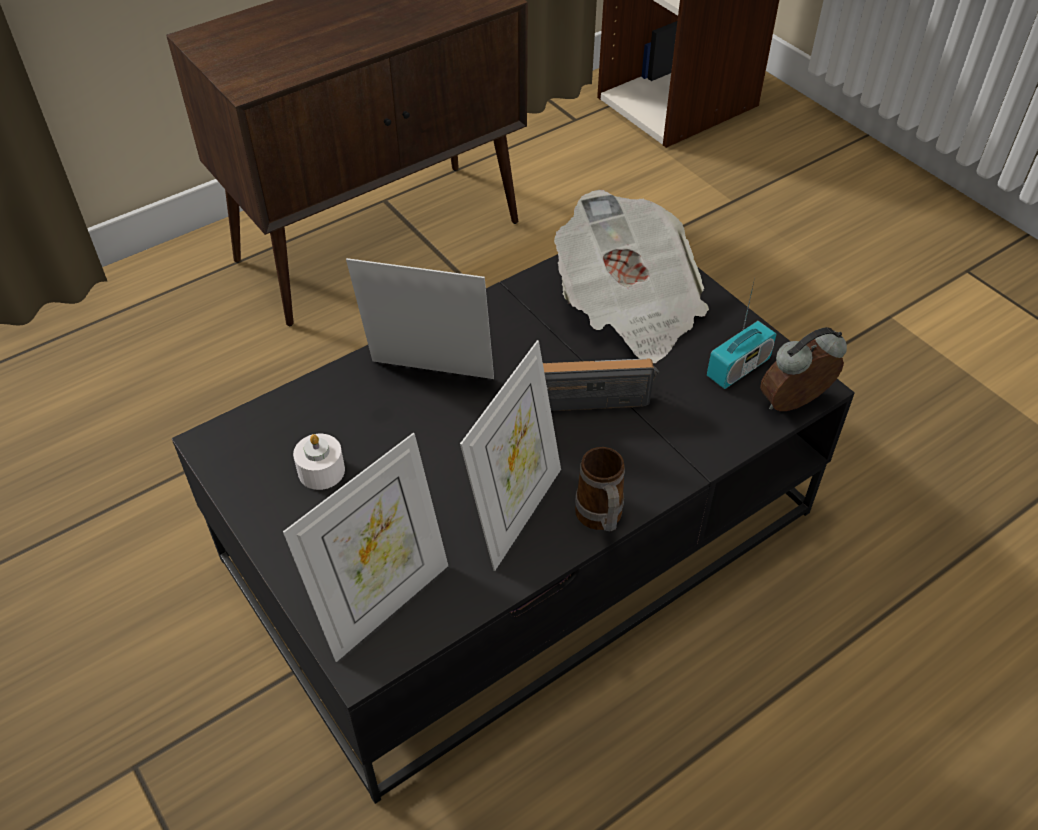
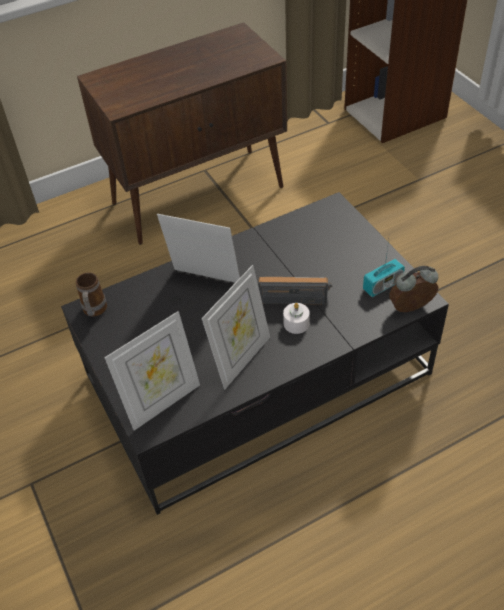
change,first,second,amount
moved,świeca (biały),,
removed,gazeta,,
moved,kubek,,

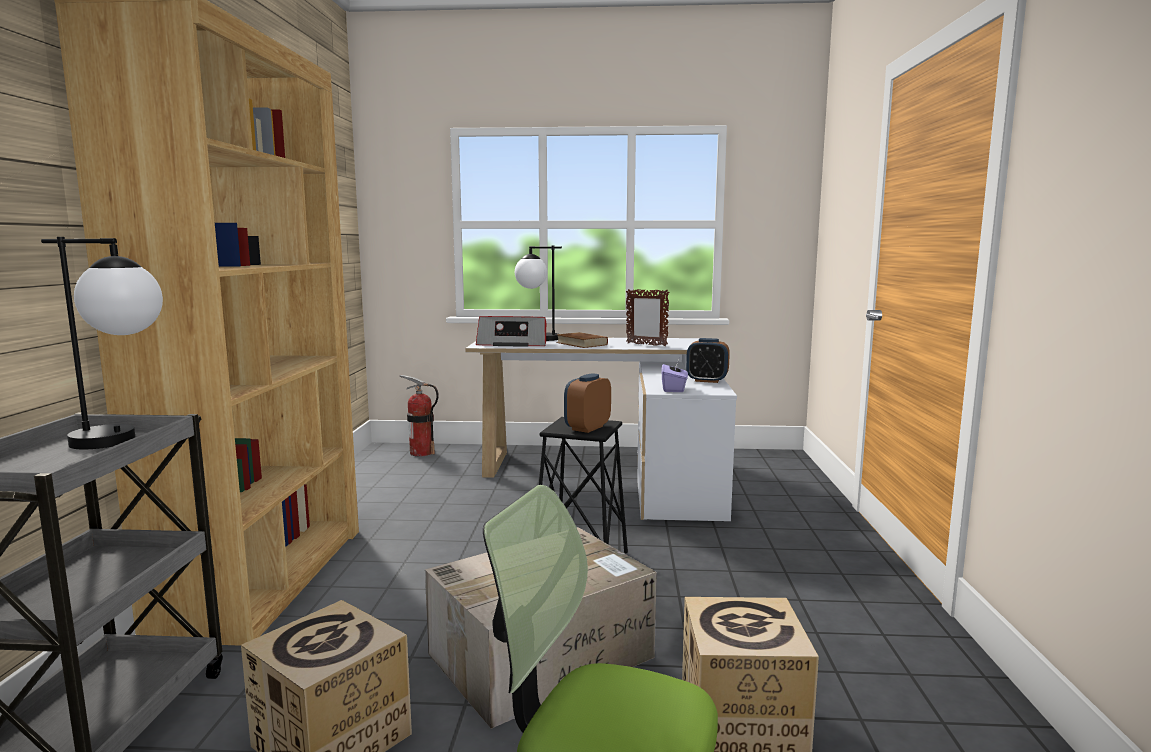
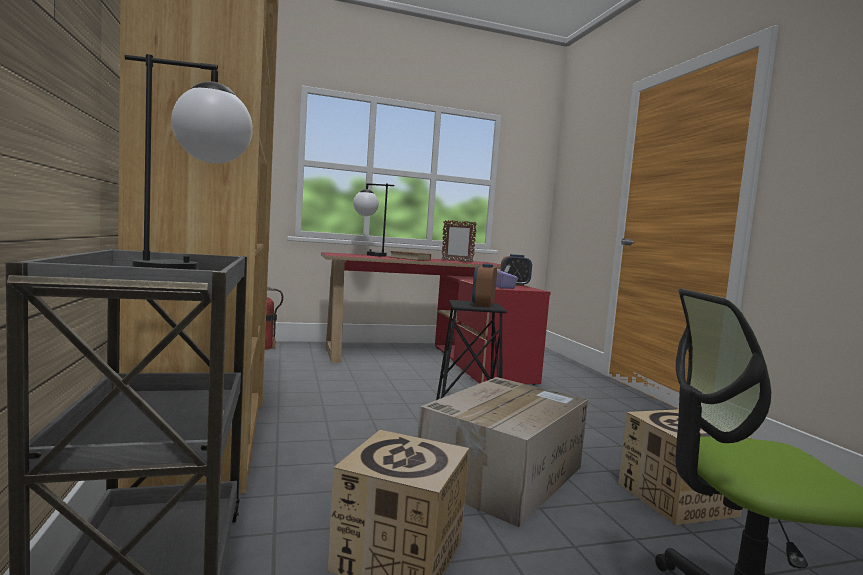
change,first,second,amount
recoloured,biurko (biały),biurko (czerwony),
removed,radio,,

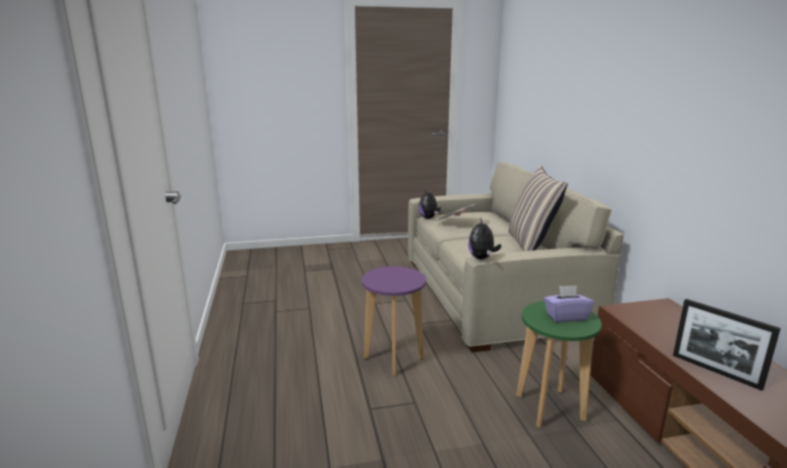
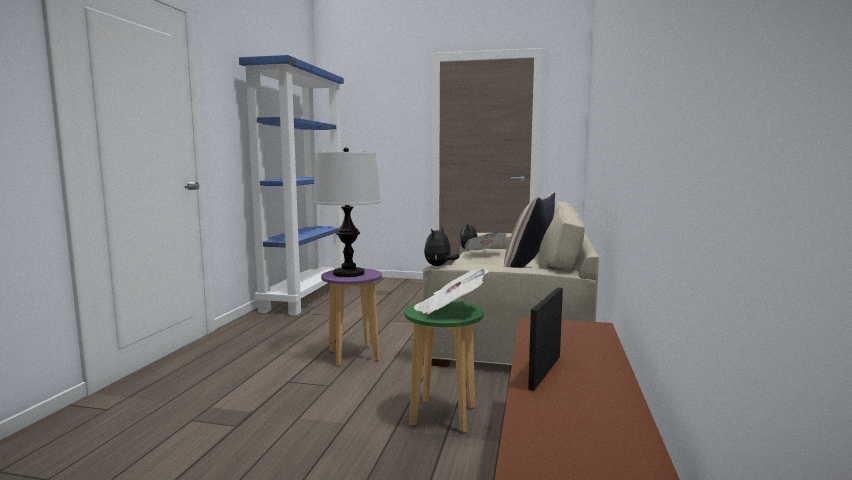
change,first,second,amount
replaced,pudełko chusteczek (fioletowy),gazeta (1st from left),
turned,ramka na zdjęcie,,45 degrees clockwise
added,,regał (niebieski),
added,,lampa stołowa,

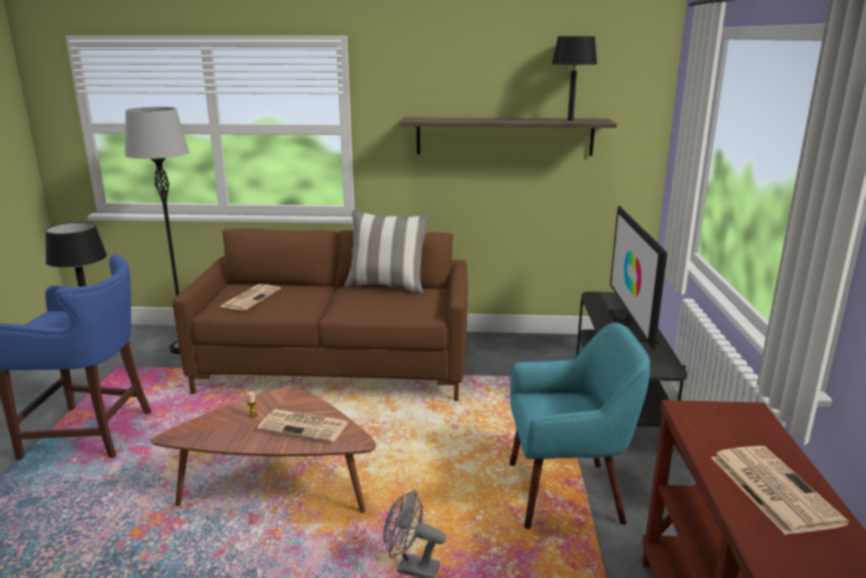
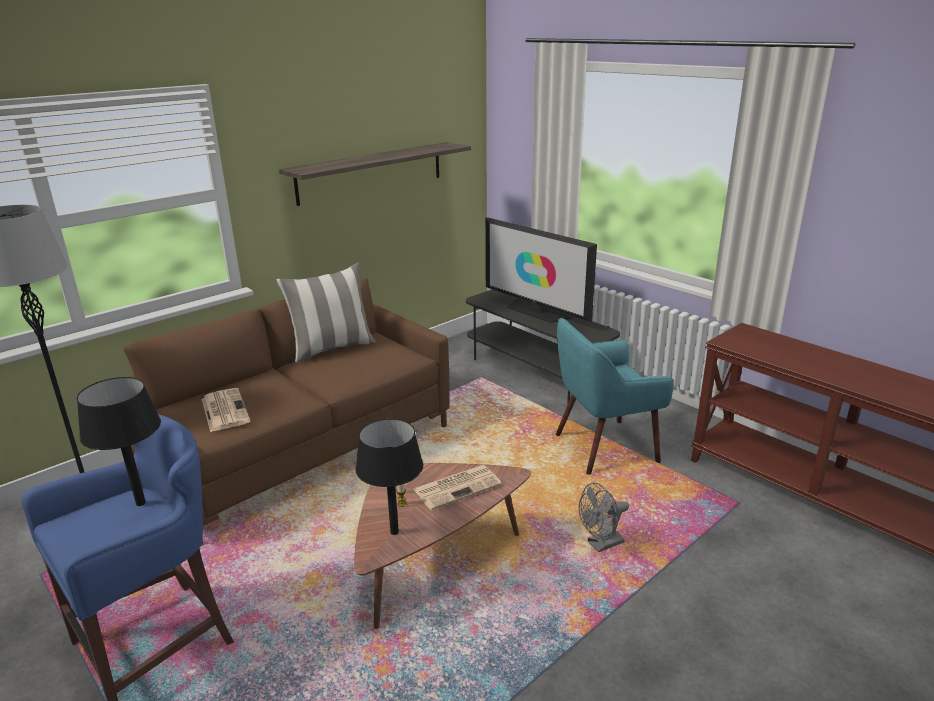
change,first,second,amount
turned,fotel (turkusowy),,150 degrees counterclockwise
moved,lampa stołowa (czarny) (2nd from left),,
removed,gazeta (3rd from left),,

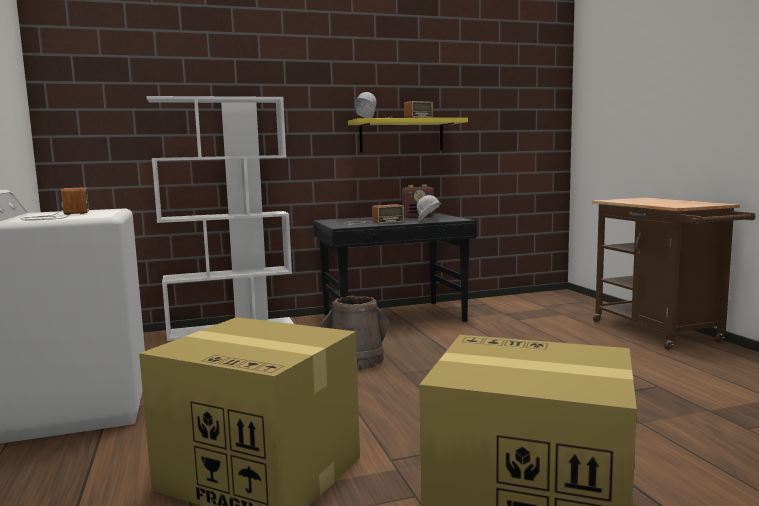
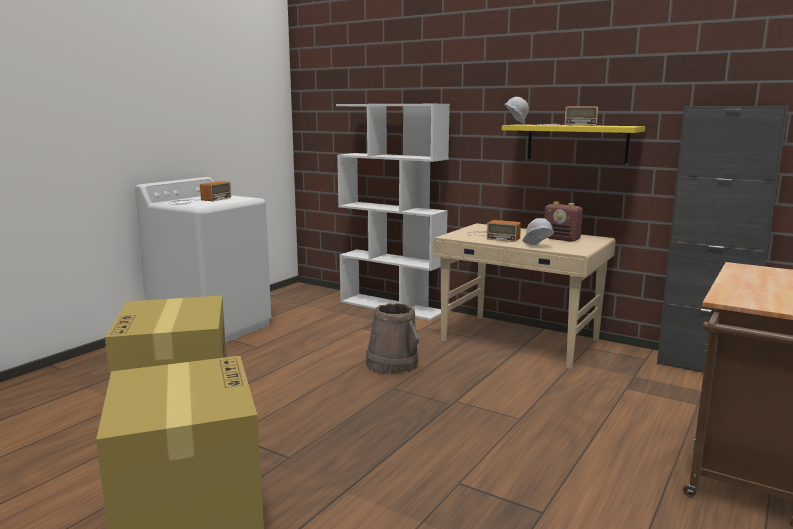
change,first,second,amount
recoloured,biurko (czarny),biurko (beżowy),
added,,szafka (czarny),

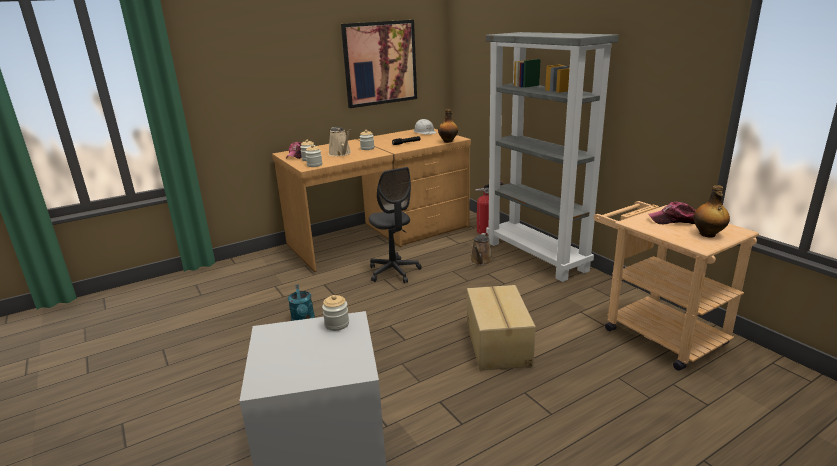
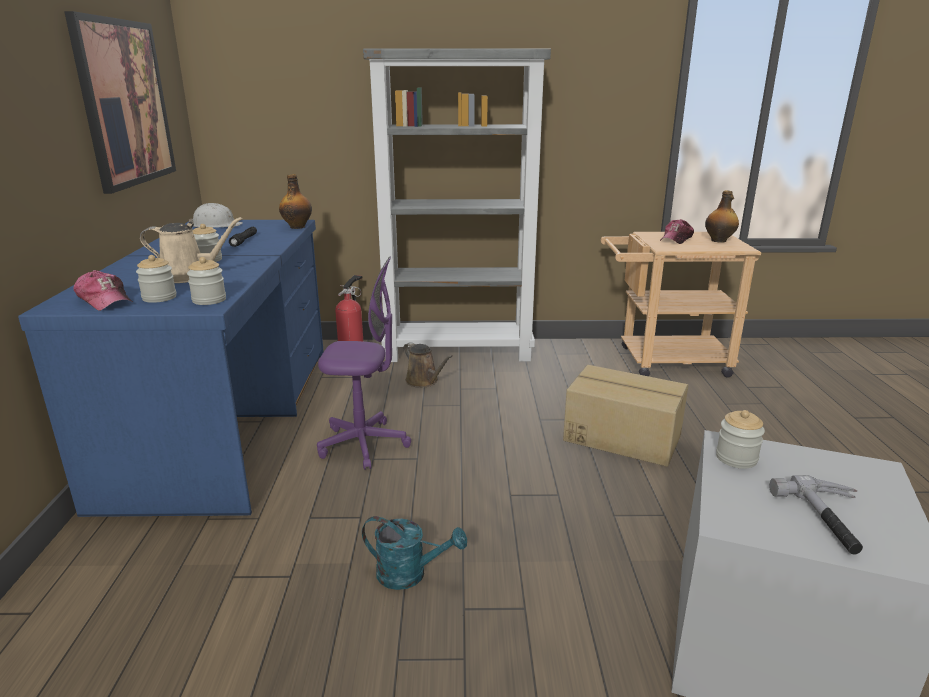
change,first,second,amount
recoloured,biurko (brązowy),biurko (niebieski),
recoloured,krzesło biurowe (szary),krzesło biurowe (fioletowy),
added,,młotek,

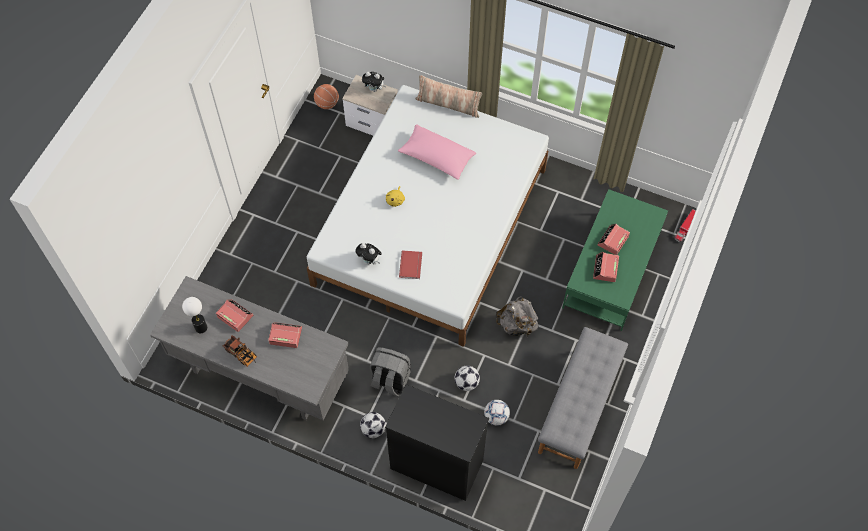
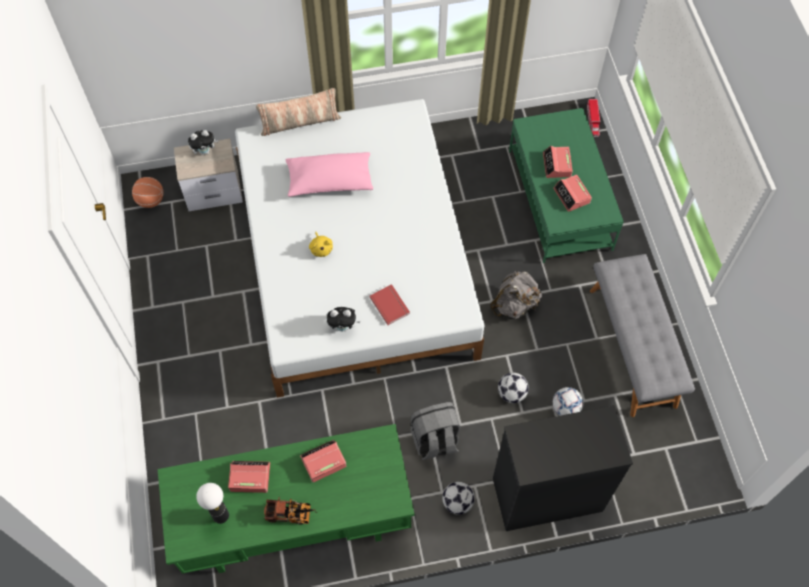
change,first,second,amount
recoloured,biurko (szary),biurko (zielony),

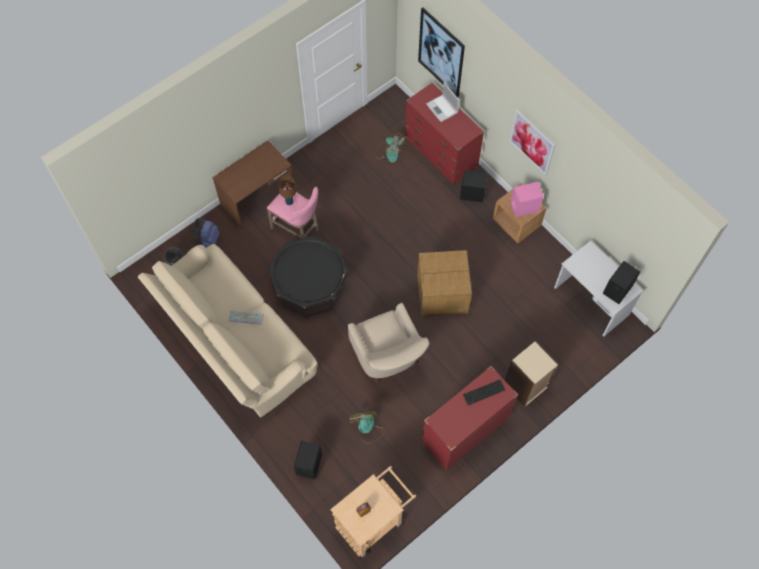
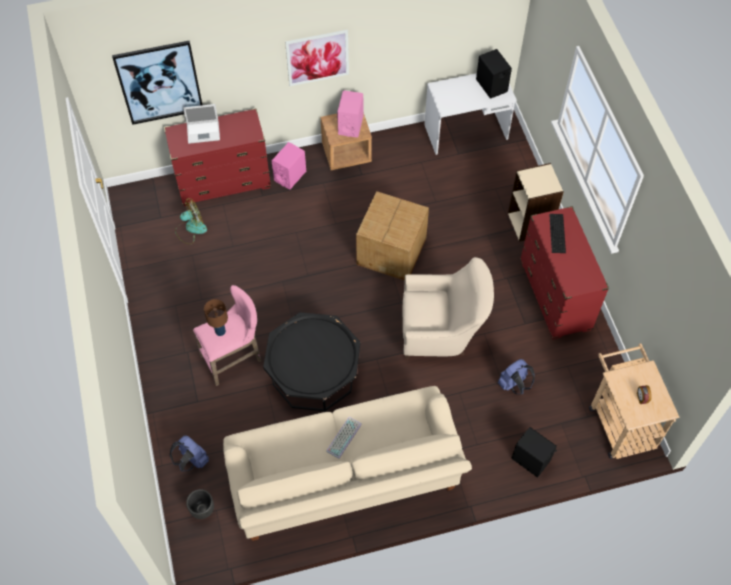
change,first,second,amount
removed,biurko (brązowy),,
replaced,wentylator (1st from left),plecak (niebieski) (2nd from left),
recoloured,głośnik (czarny) (2nd from left),głośnik (różowy) (1st from left),

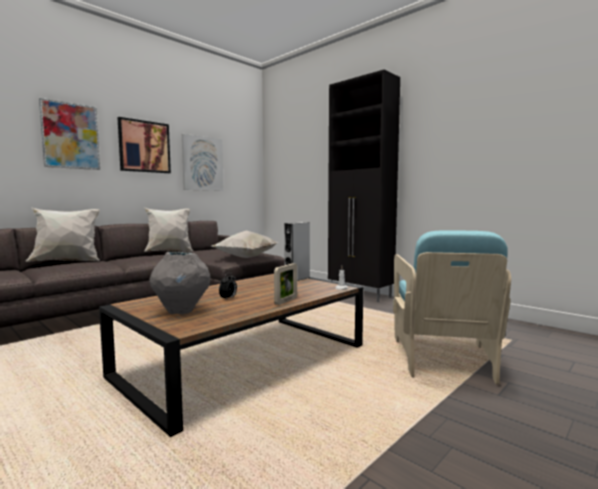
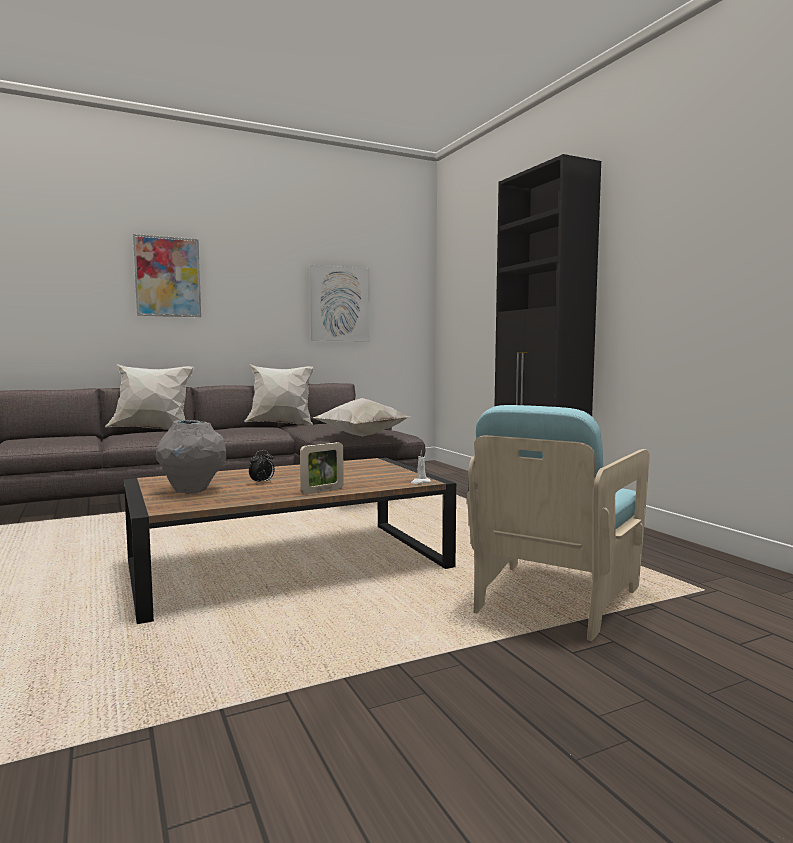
change,first,second,amount
removed,obraz (2nd from left),,
removed,głośnik (szary),,

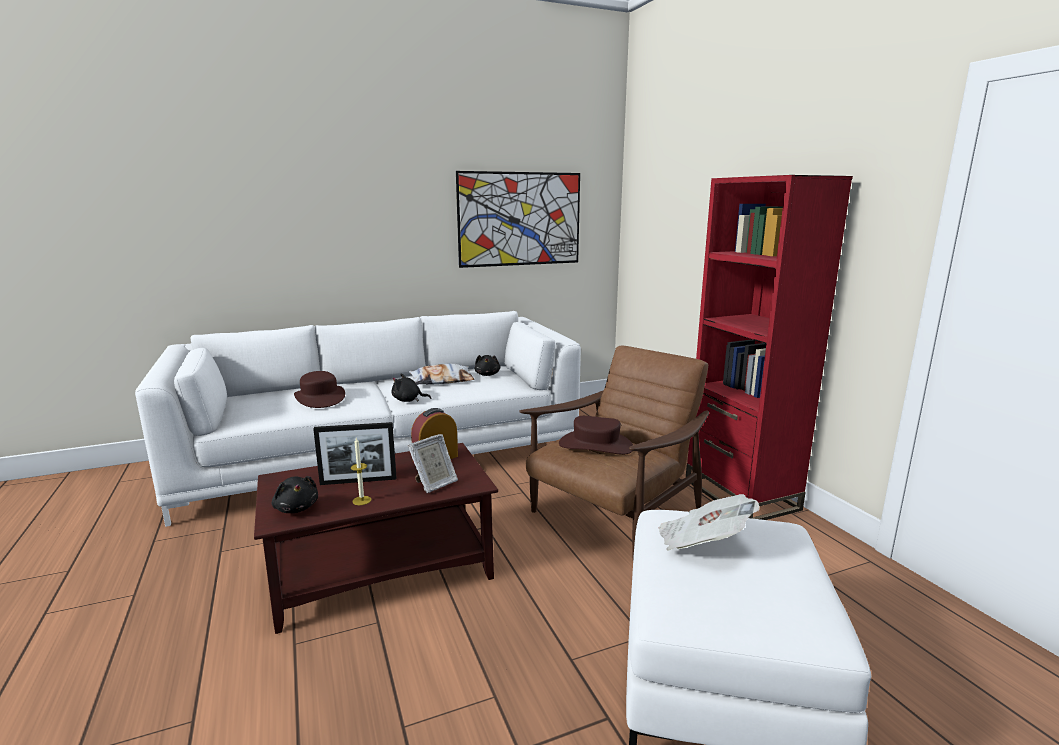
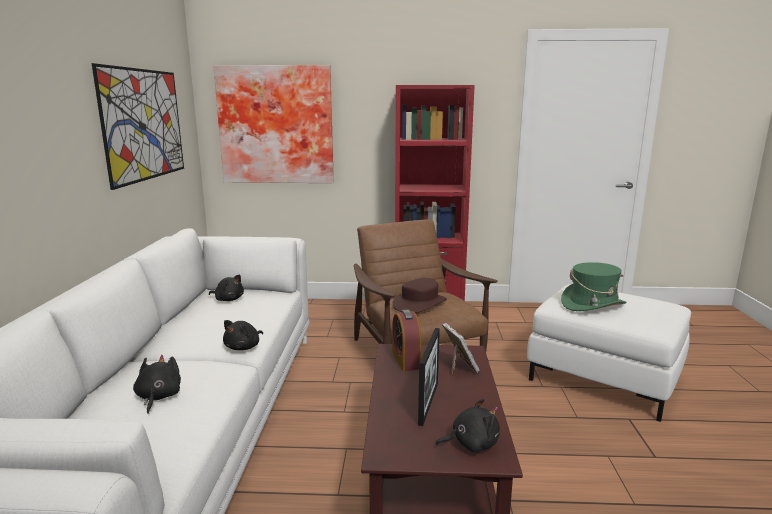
change,first,second,amount
replaced,kapelusz (brązowy) (1st from left),pluszak (czarny) (1st from left),
removed,świeca,,
removed,poduszka,,
replaced,gazeta,kapelusz (zielony),
added,,obraz (2nd from left),

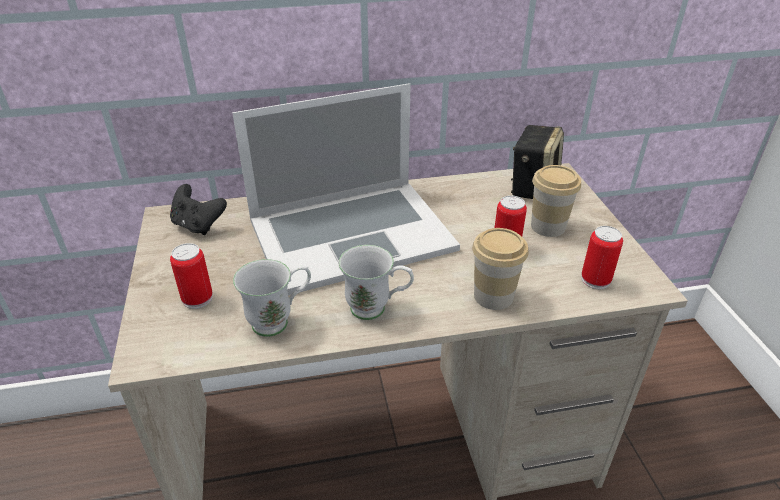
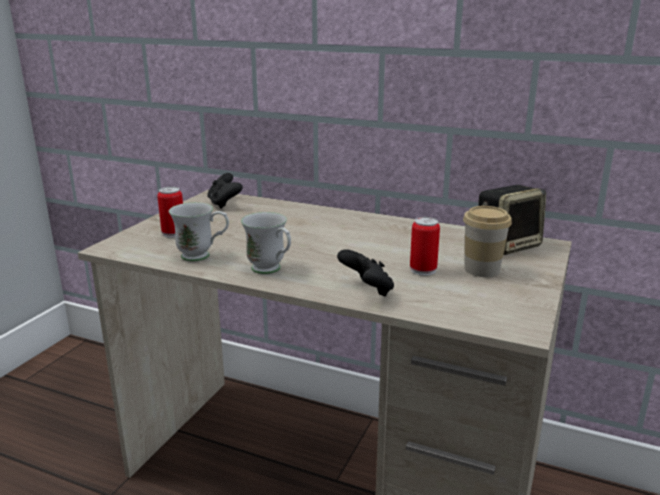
change,first,second,amount
removed,laptop,,
replaced,filiżanka (1st from left),pad do gier (czarny) (2nd from left),
removed,puszka (3rd from left),,

